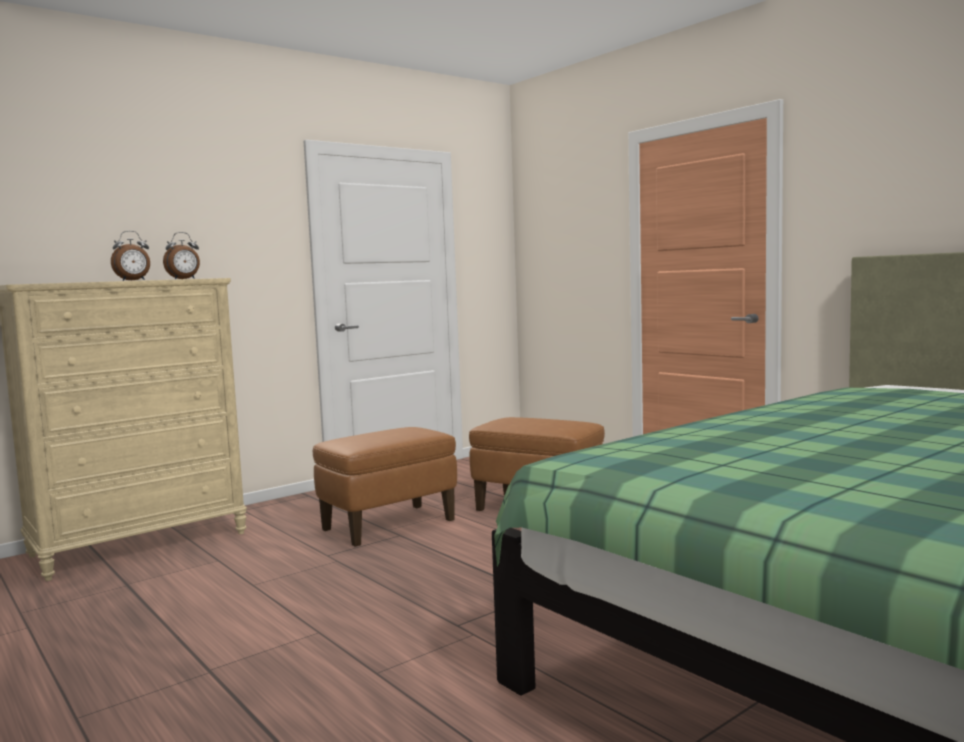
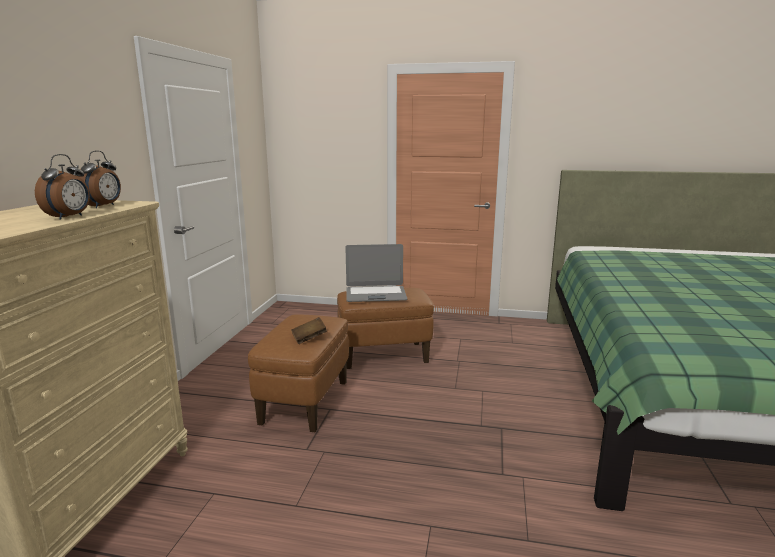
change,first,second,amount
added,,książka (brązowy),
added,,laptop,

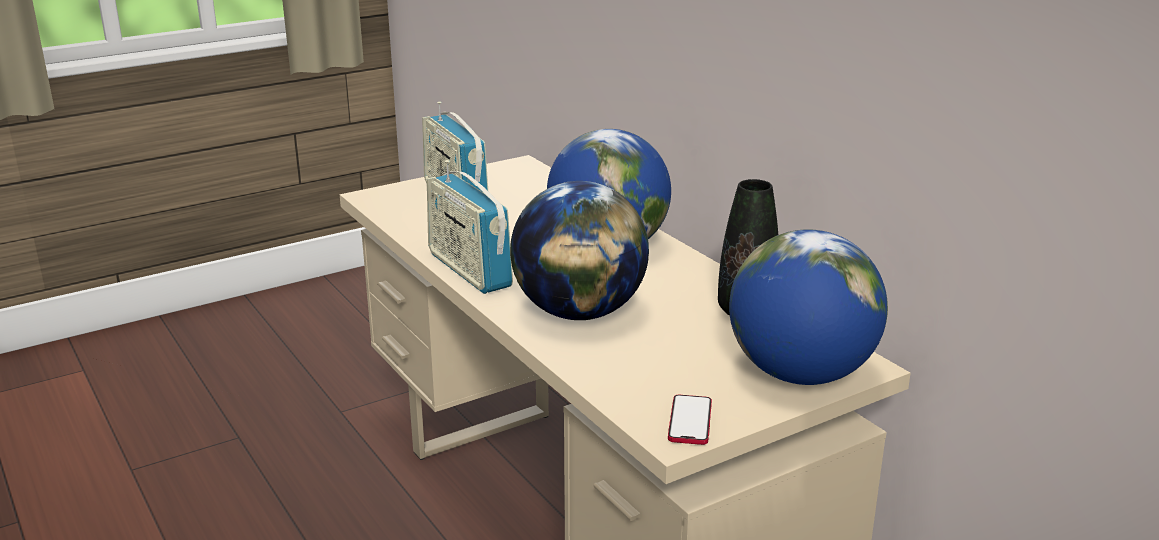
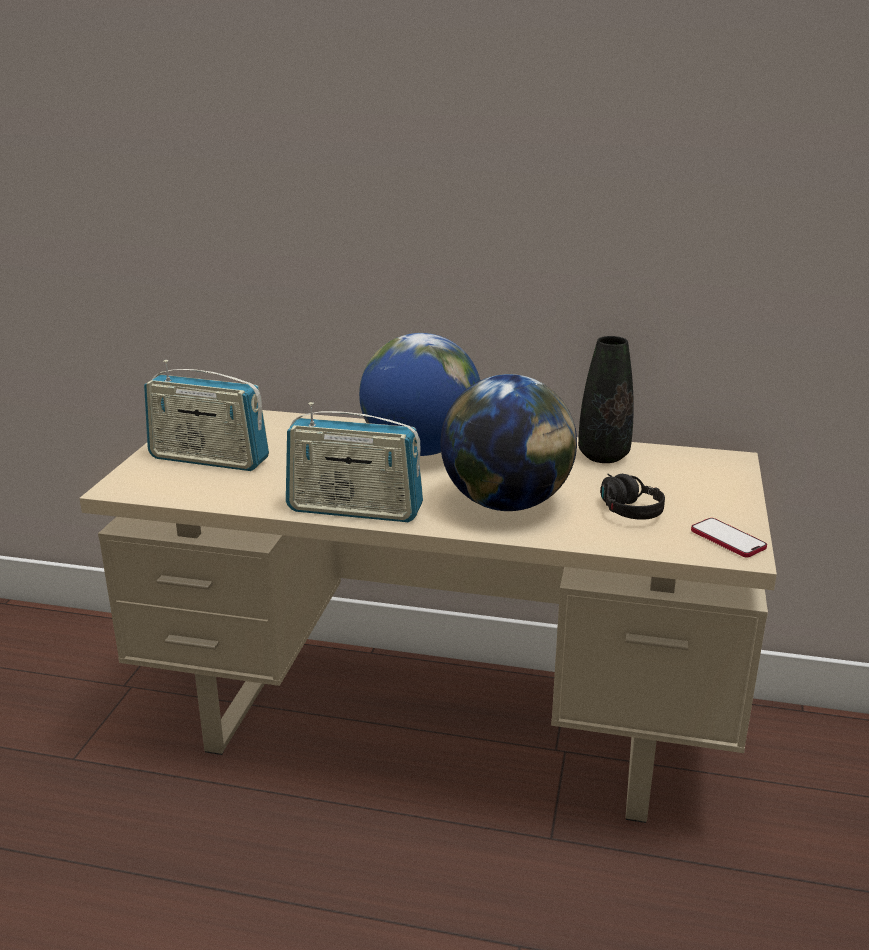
change,first,second,amount
removed,globus (3rd from left),,
added,,słuchawki (czarny),

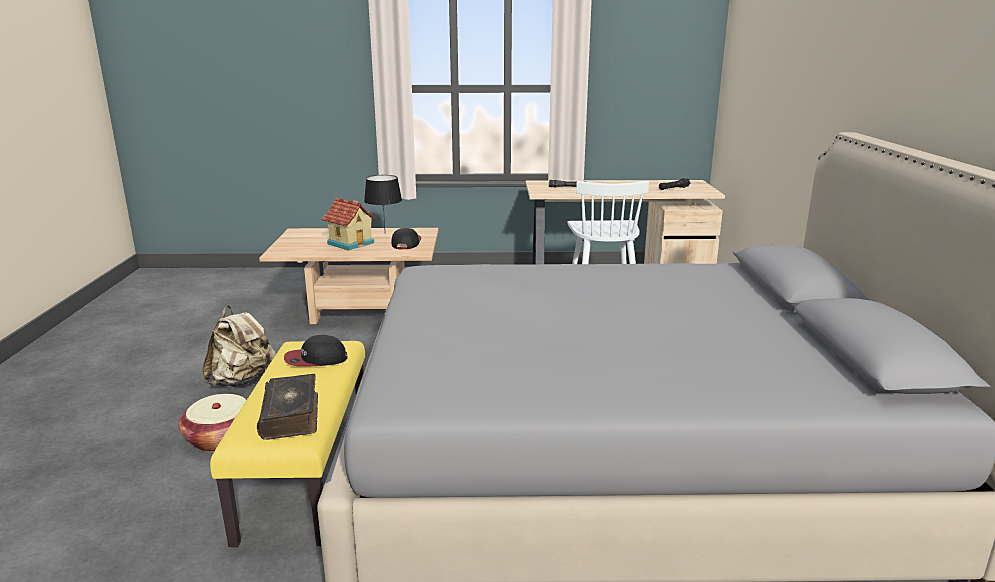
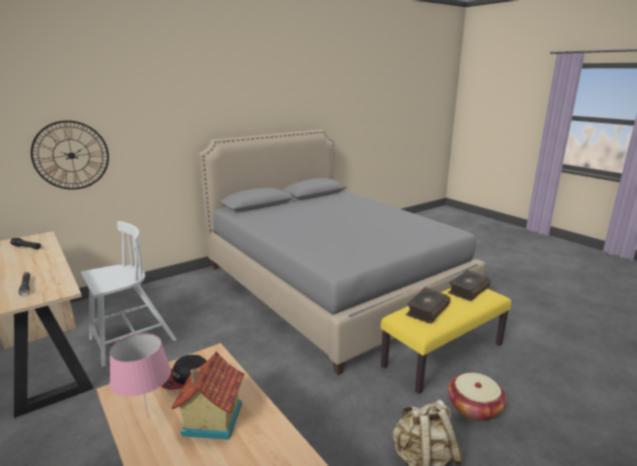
change,first,second,amount
replaced,czapka z daszkiem (1st from left),książka (1st from left),
recoloured,lampa stołowa (czarny),lampa stołowa (różowy),
added,,zegar ścienny,

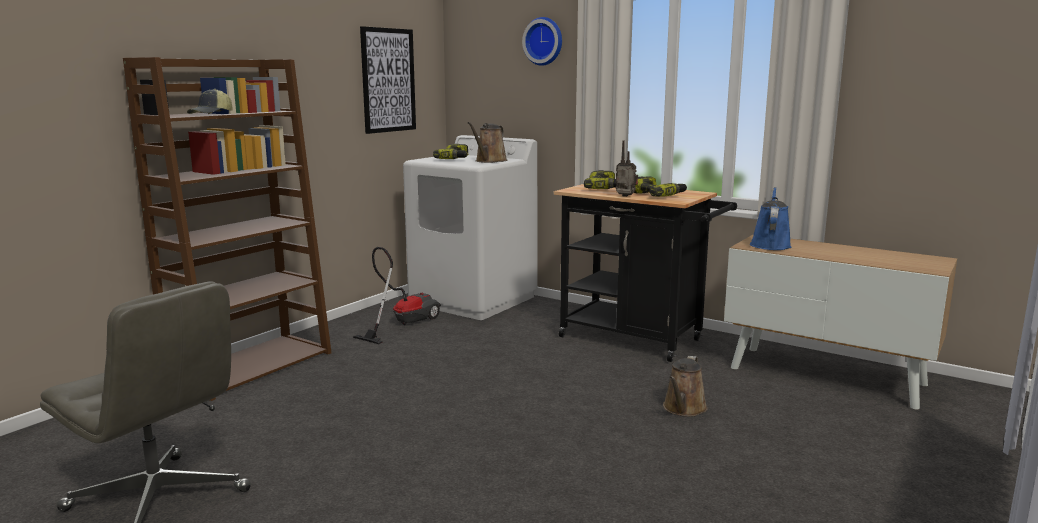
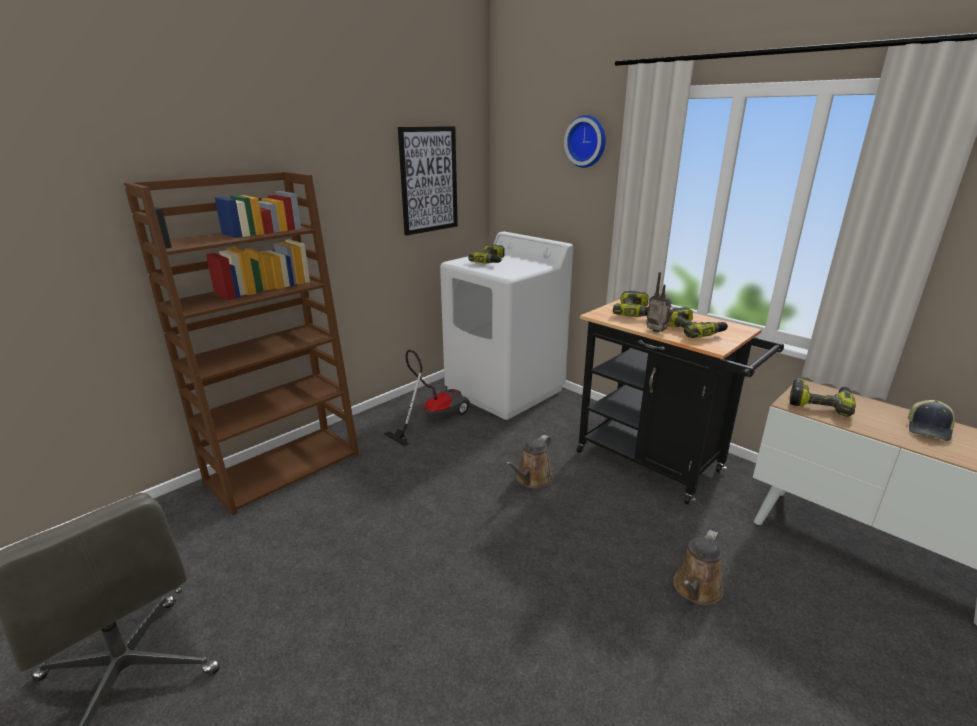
change,first,second,amount
moved,czapka z daszkiem,,
moved,konewka (brązowy) (1st from left),,
replaced,konewka (niebieski),wiertarka (4th from left),

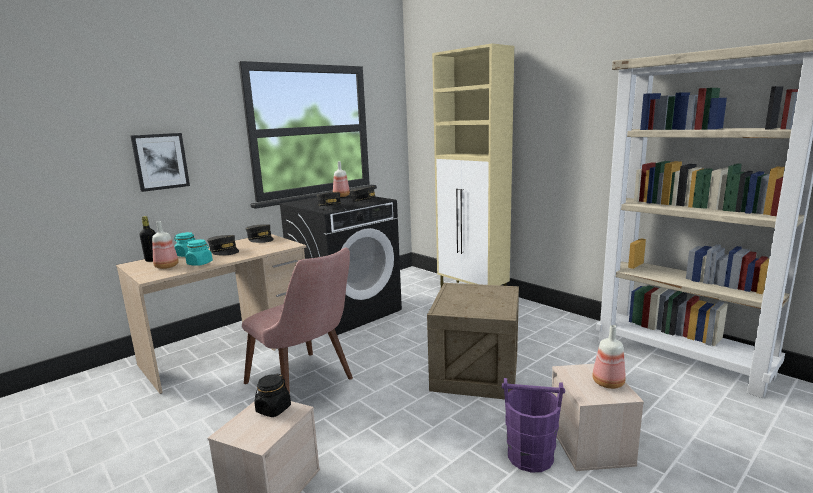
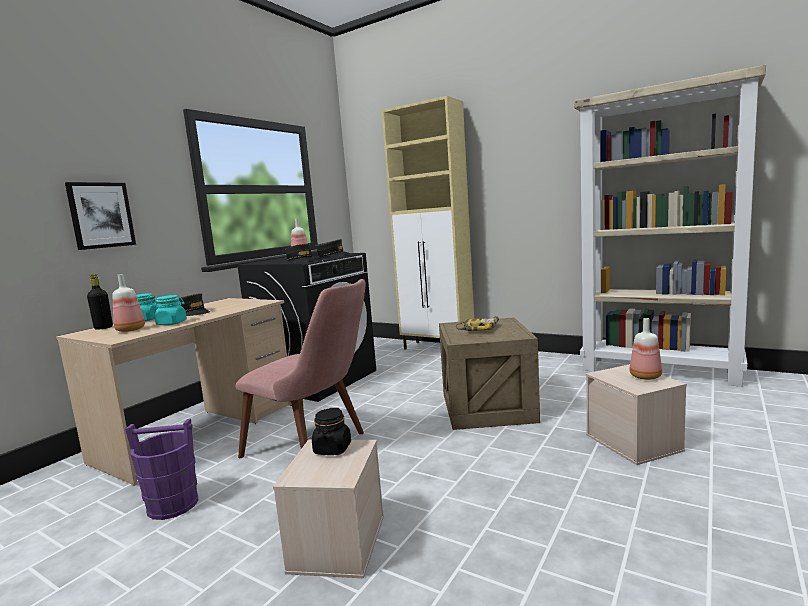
change,first,second,amount
removed,czapka z daszkiem (szary) (2nd from left),,
moved,wiadro (fioletowy),,
added,,wiertarka,

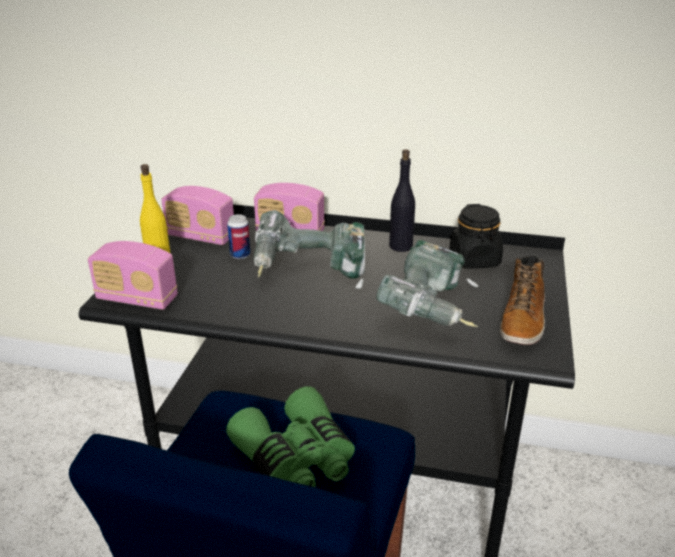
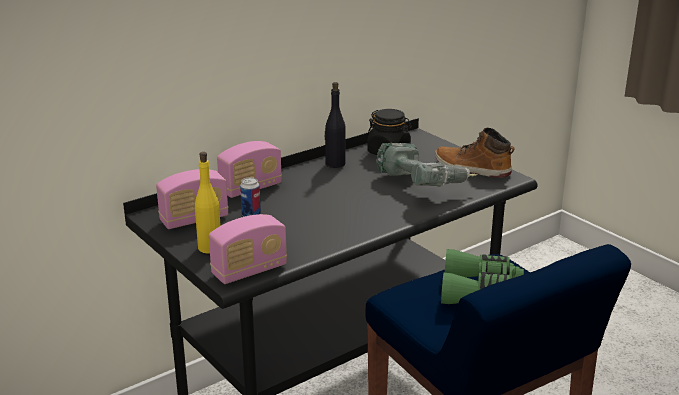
change,first,second,amount
removed,wiertarka (1st from left),,
turned,but z cholewką,,150 degrees clockwise

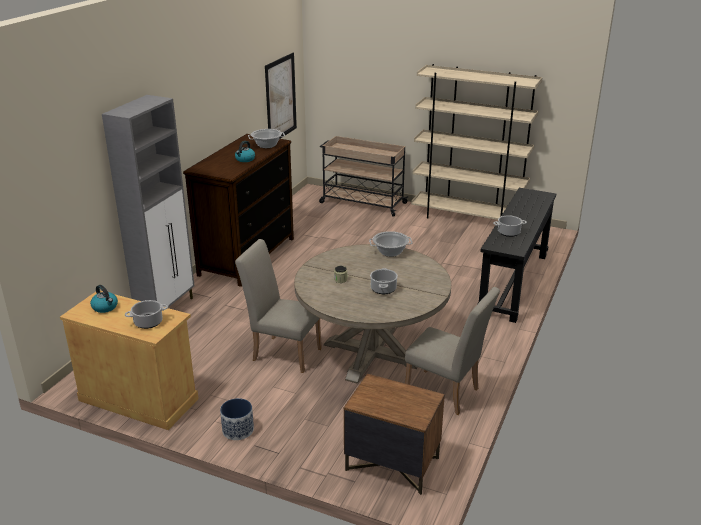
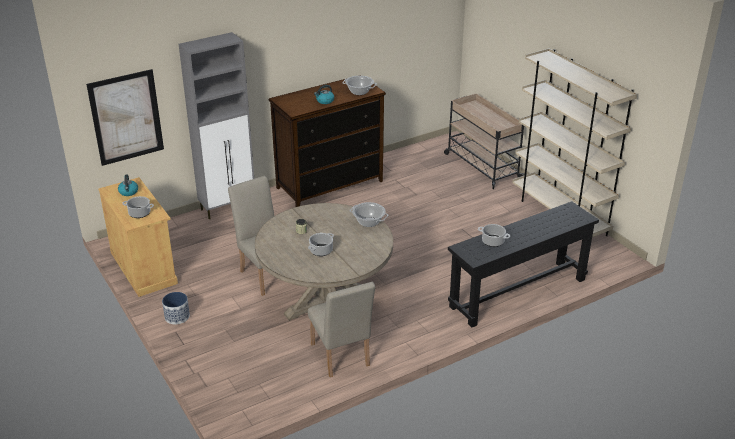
change,first,second,amount
moved,obraz,,
removed,szafka nocna (brązowy),,

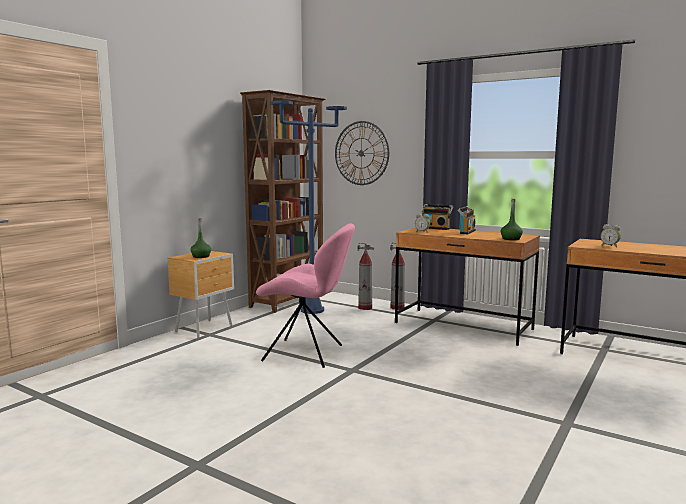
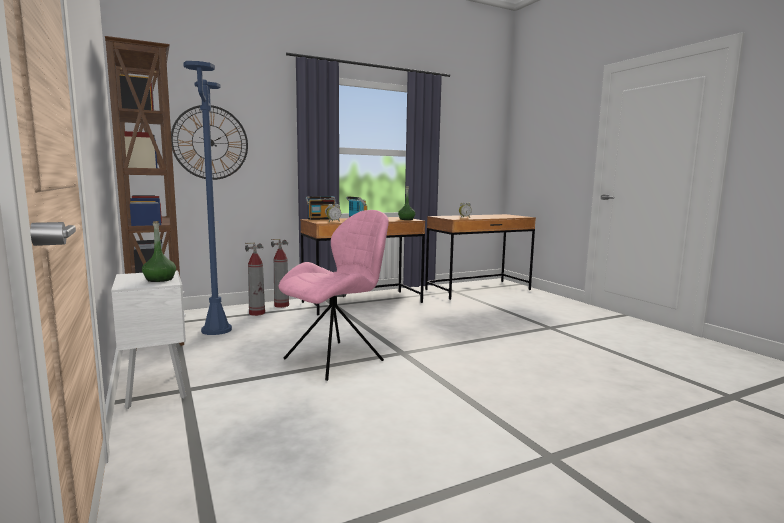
change,first,second,amount
recoloured,szafka nocna (brązowy),szafka nocna (biały),

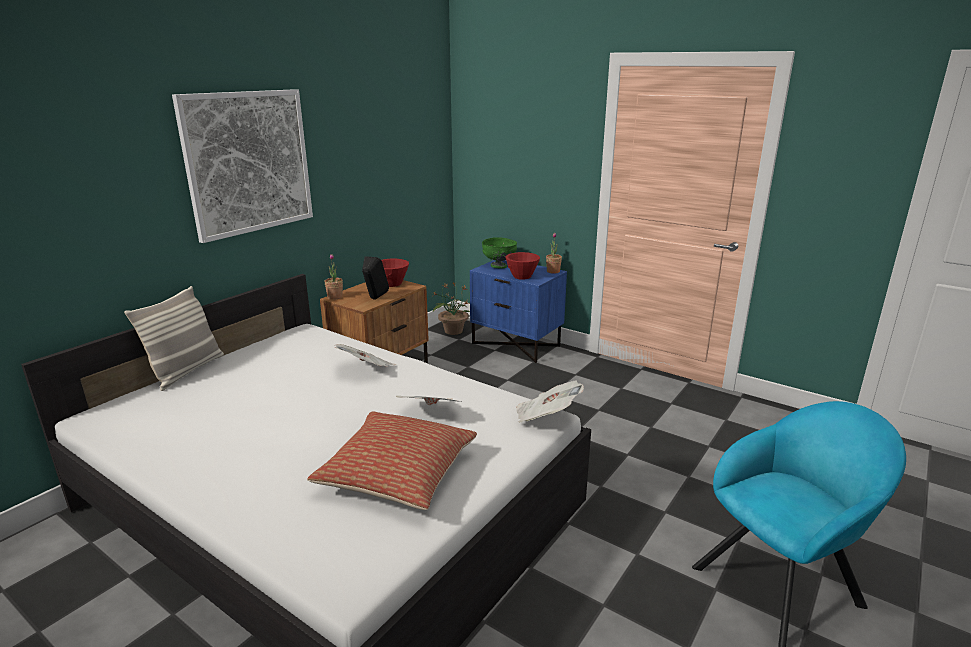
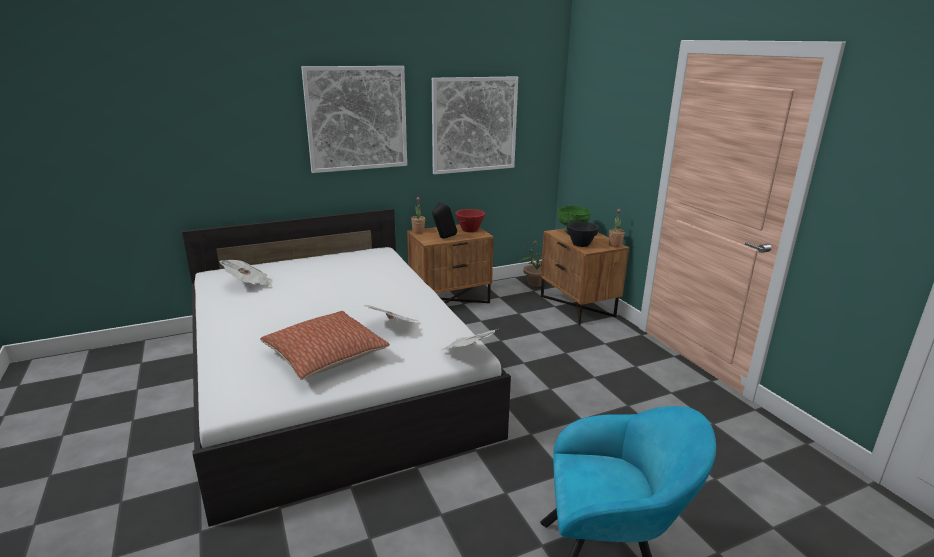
change,first,second,amount
removed,poduszka (1st from left),,
moved,gazeta (1st from left),,
recoloured,szafka nocna (niebieski),szafka nocna (brązowy) (2nd from left),
recoloured,miska (czerwony) (2nd from left),miska (czarny),
added,,obraz (2nd from left),

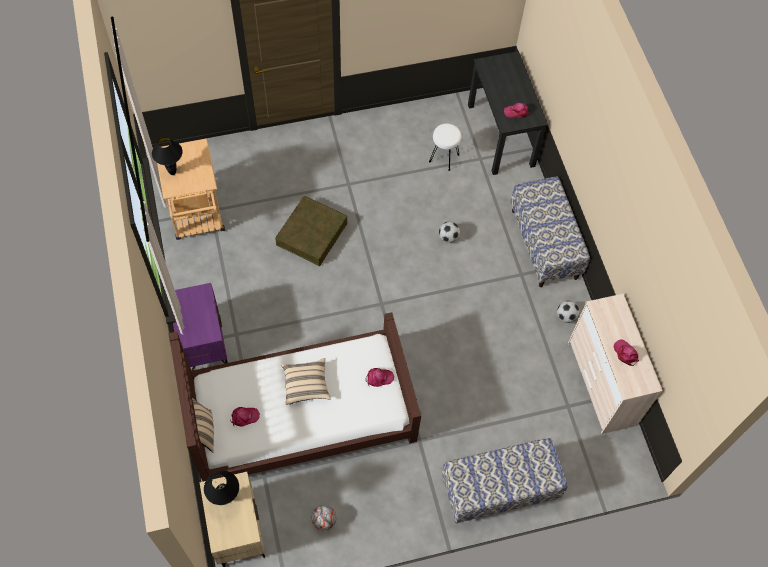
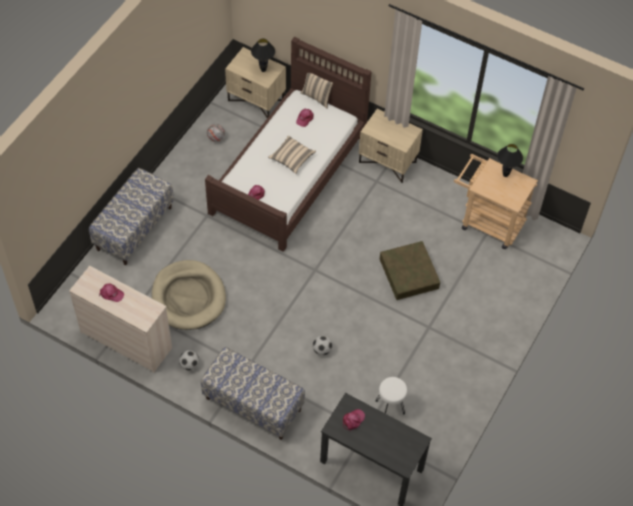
change,first,second,amount
recoloured,szafka nocna (fioletowy),szafka nocna (beżowy) (2nd from left),
added,,legowisko (beżowy),

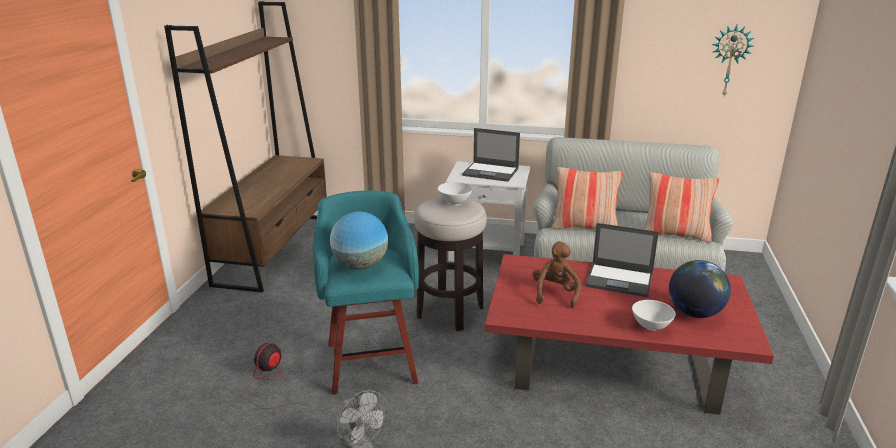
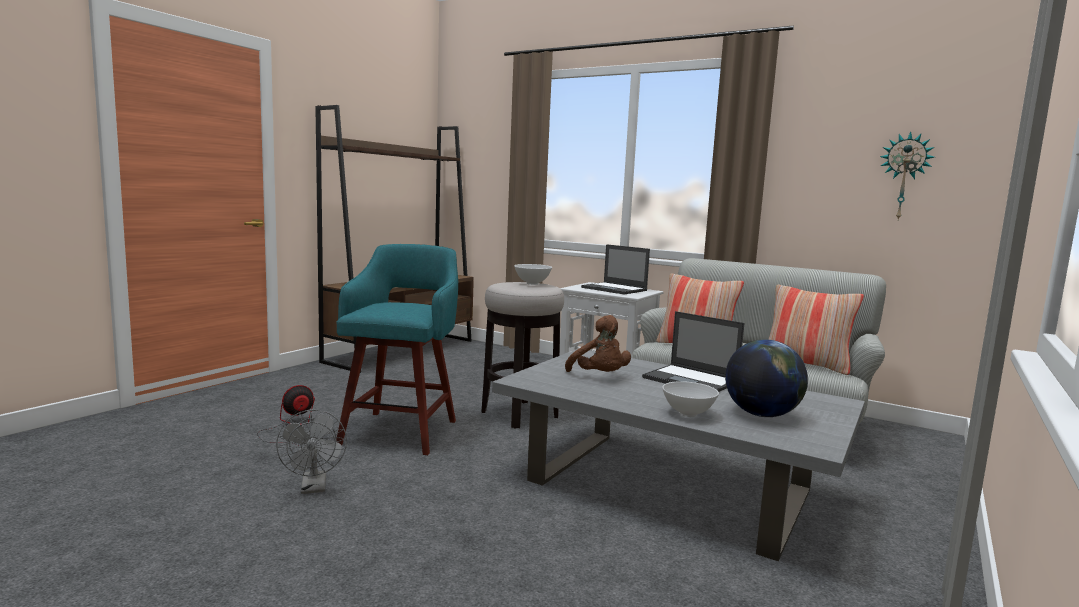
change,first,second,amount
removed,globus (1st from left),,
recoloured,ława (czerwony),ława (szary),
turned,pluszak (brązowy),,120 degrees clockwise

